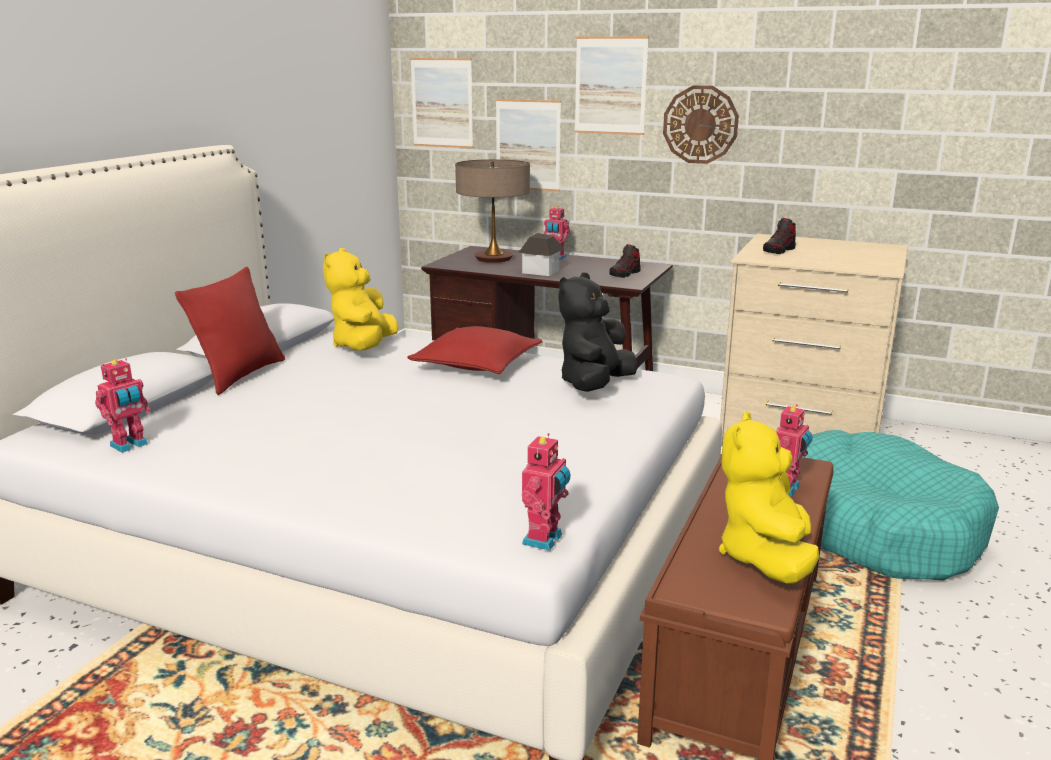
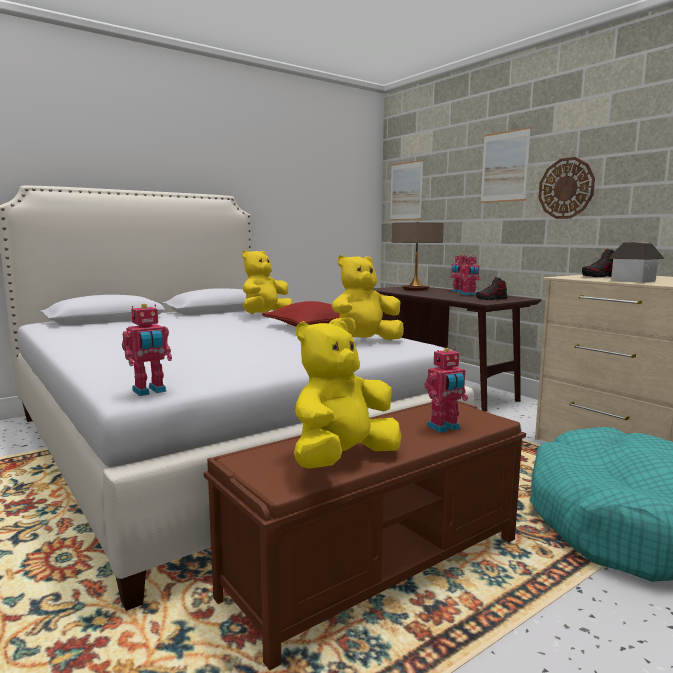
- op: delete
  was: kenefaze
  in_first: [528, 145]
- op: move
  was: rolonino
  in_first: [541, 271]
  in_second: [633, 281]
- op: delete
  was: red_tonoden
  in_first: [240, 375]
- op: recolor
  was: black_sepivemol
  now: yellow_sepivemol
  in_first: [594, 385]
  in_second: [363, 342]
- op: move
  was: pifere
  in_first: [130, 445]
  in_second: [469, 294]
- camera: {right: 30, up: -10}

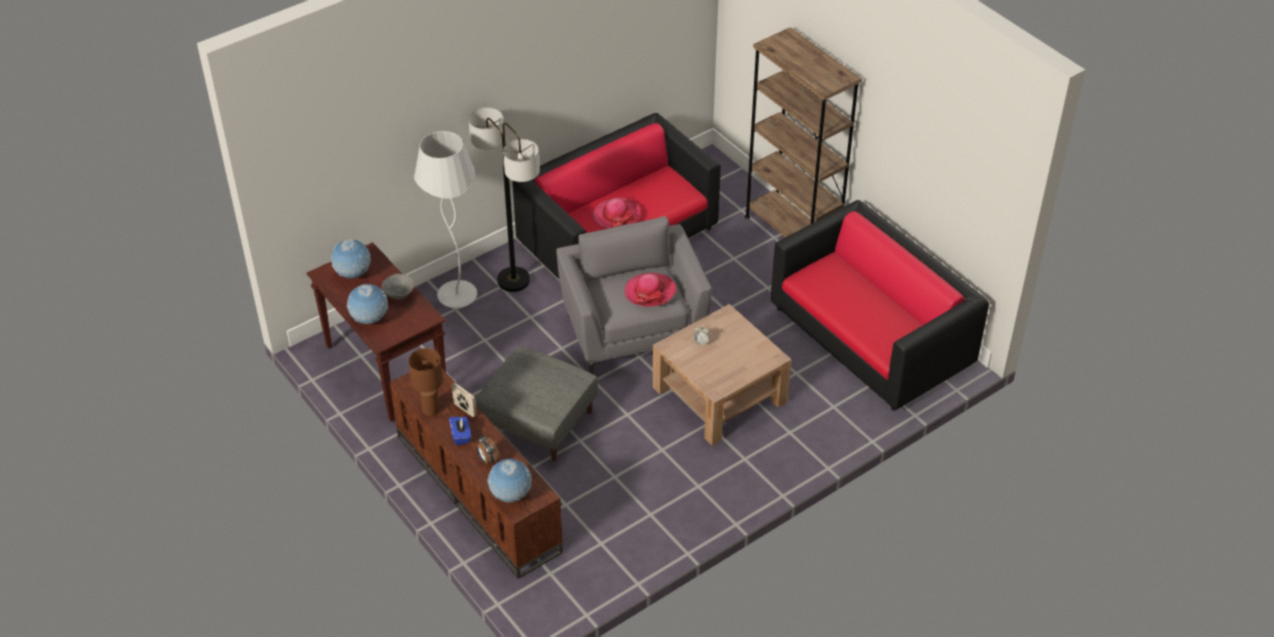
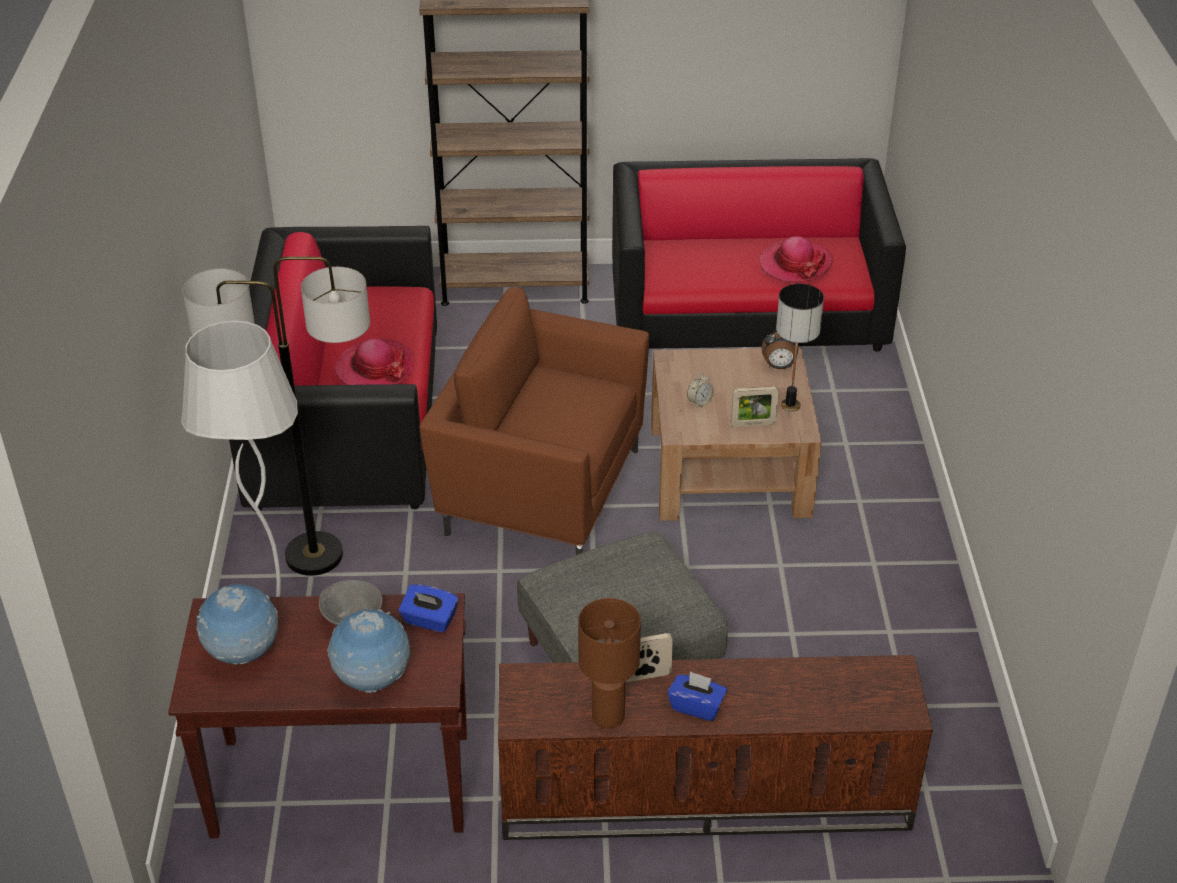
- op: recolor
  was: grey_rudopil
  now: brown_rudopil
  in_first: [633, 331]
  in_second: [540, 490]
- op: move
  was: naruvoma
  in_first: [650, 291]
  in_second: [795, 264]
- op: move
  was: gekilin
  in_first: [488, 460]
  in_second: [779, 367]
- op: delete
  was: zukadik
  in_first: [511, 495]
- op: insert
  now: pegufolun
  in_second: [790, 405]
- op: insert
  now: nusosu
  in_second: [753, 424]
- op: insert
  now: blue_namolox
  in_second: [429, 620]
- camera: {right: -55, up: -5}

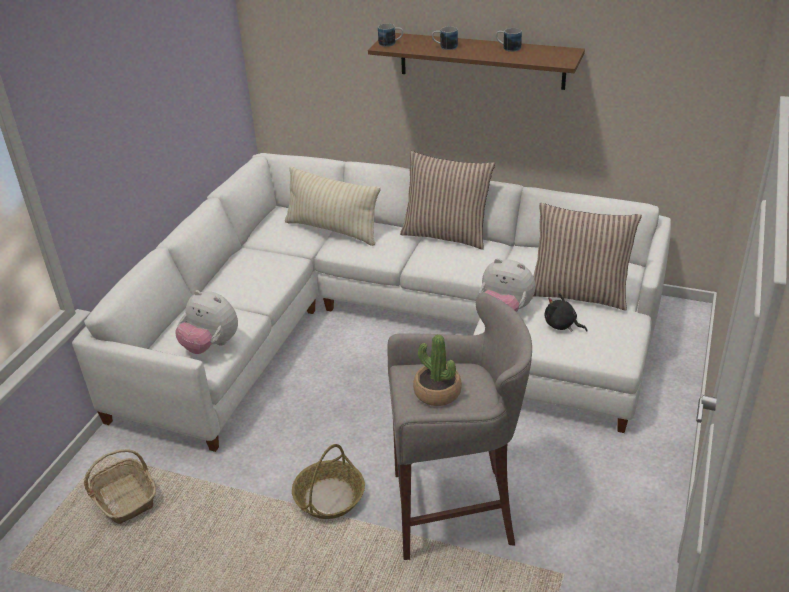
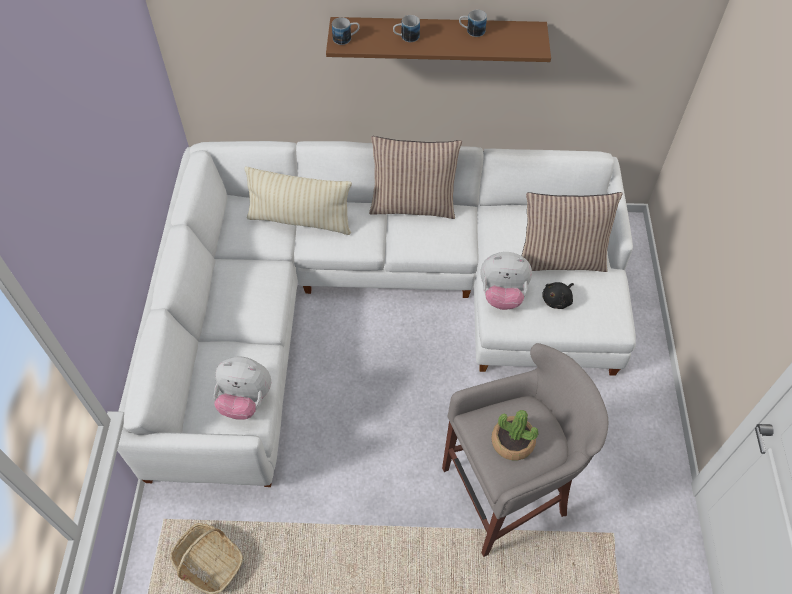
- op: rotate
  was: black_sepivemol
  in_first: [562, 325]
  in_second: [557, 300]
  clockwise: -60
- op: delete
  was: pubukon
  in_first: [329, 497]
- camera: {right: -20, up: 20}

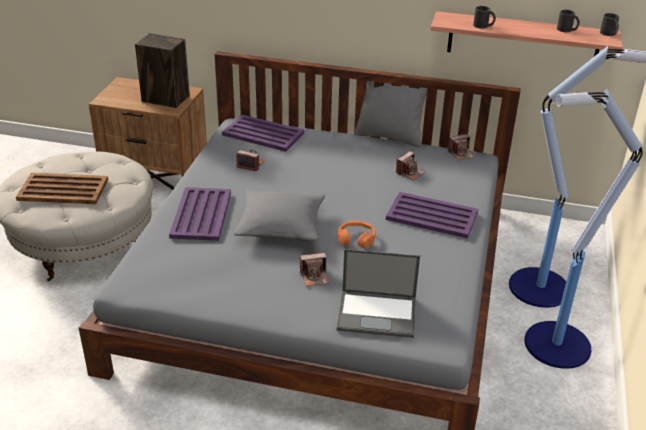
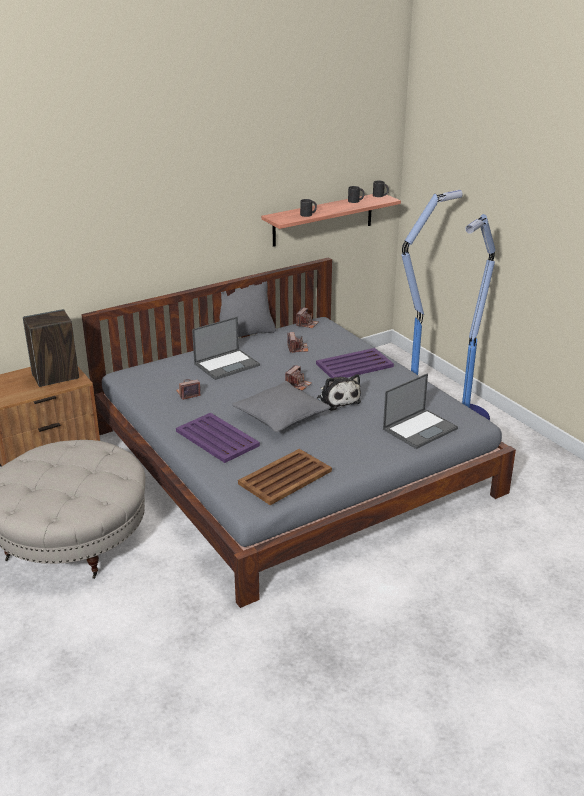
- op: delete
  was: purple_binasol
  in_first: [263, 134]
- op: move
  was: brown_binasol
  in_first: [64, 190]
  in_second: [286, 477]
- op: replace
  was: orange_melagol
  now: sepivemol
  in_first: [356, 239]
  in_second: [337, 399]
- op: move
  was: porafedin
  in_first: [314, 277]
  in_second: [298, 384]
- op: insert
  now: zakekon
  in_second: [227, 364]
- camera: {right: -45, up: -5}

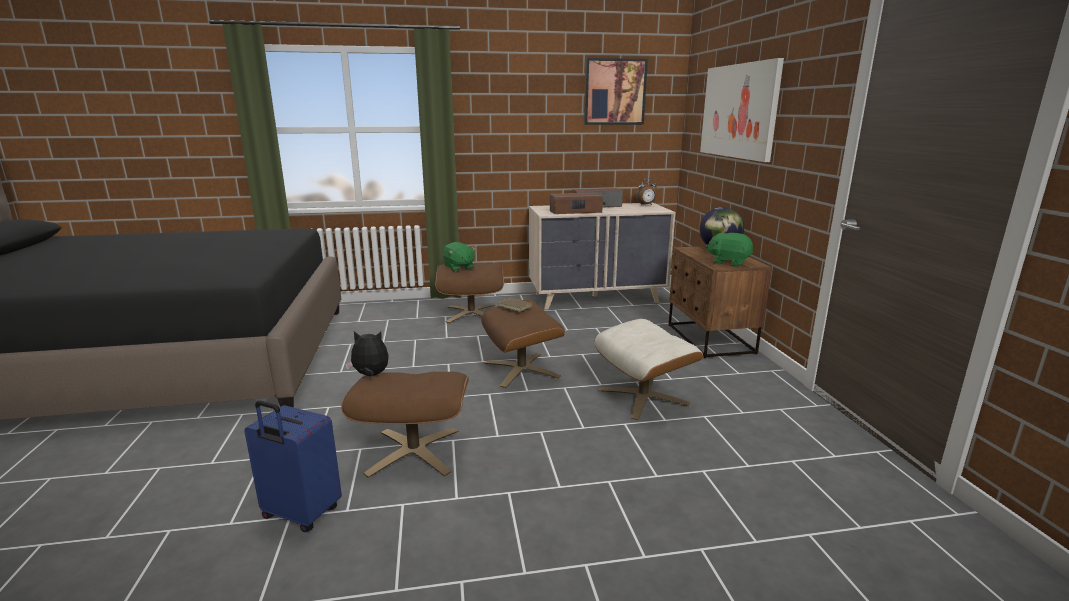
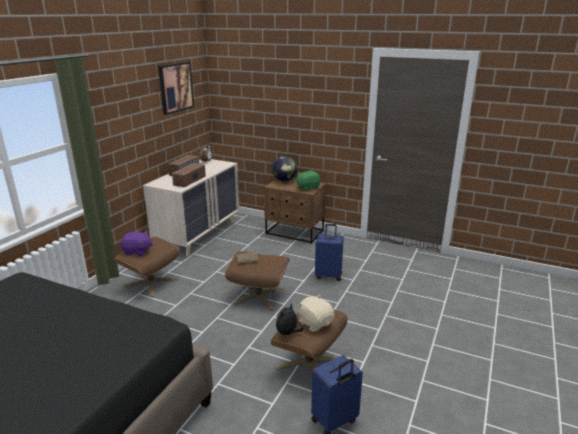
- op: delete
  was: kenefaze
  in_first: [739, 111]
- op: recolor
  was: green_sepivemol
  now: purple_sepivemol
  in_first: [458, 267]
  in_second: [137, 252]
- op: replace
  was: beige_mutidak
  now: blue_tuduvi
  in_first: [643, 397]
  in_second: [328, 275]
- op: insert
  now: beige_sepivemol
  in_second: [315, 323]
- camera: {right: -55, up: 5}

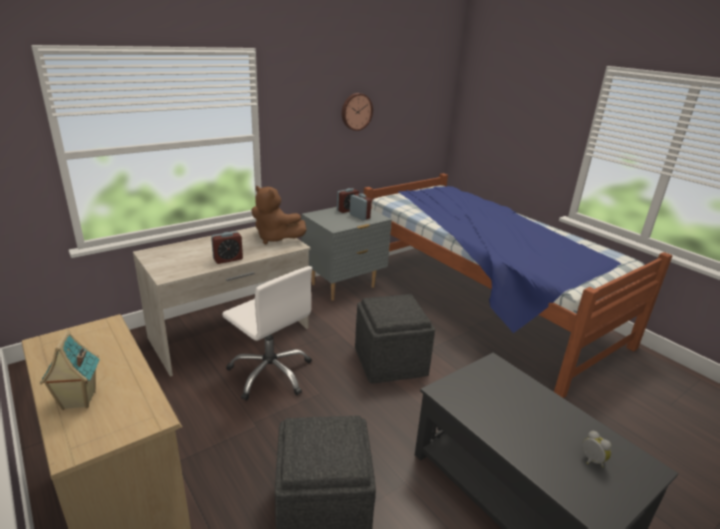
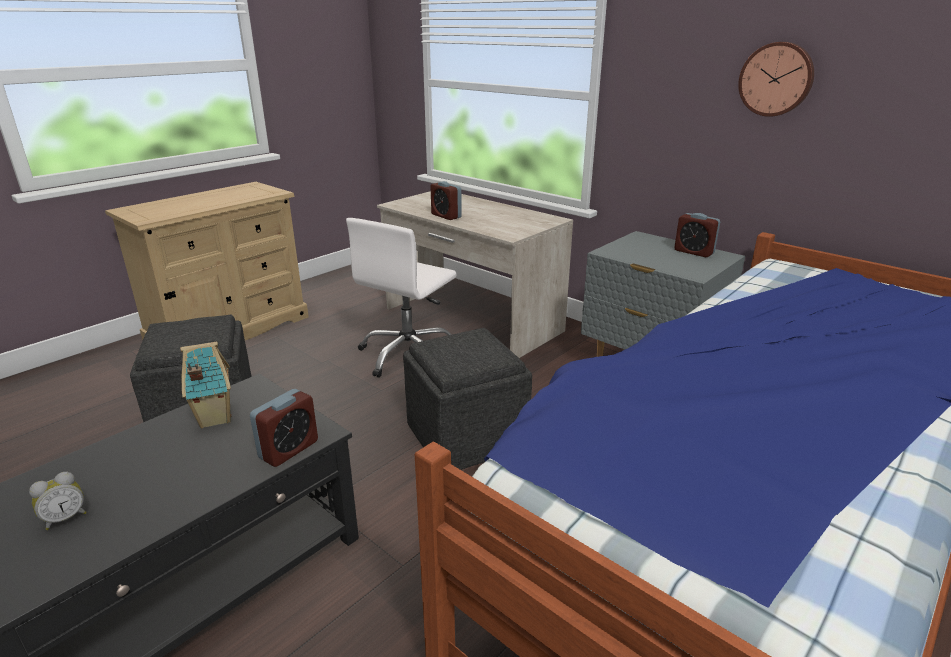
- op: delete
  was: brown_sepivemol
  in_first: [275, 238]
- op: move
  was: gekilin
  in_first: [359, 216]
  in_second: [289, 449]
- op: move
  was: rolonino
  in_first: [78, 401]
  in_second: [214, 418]
- camera: {right: 80, up: 0}

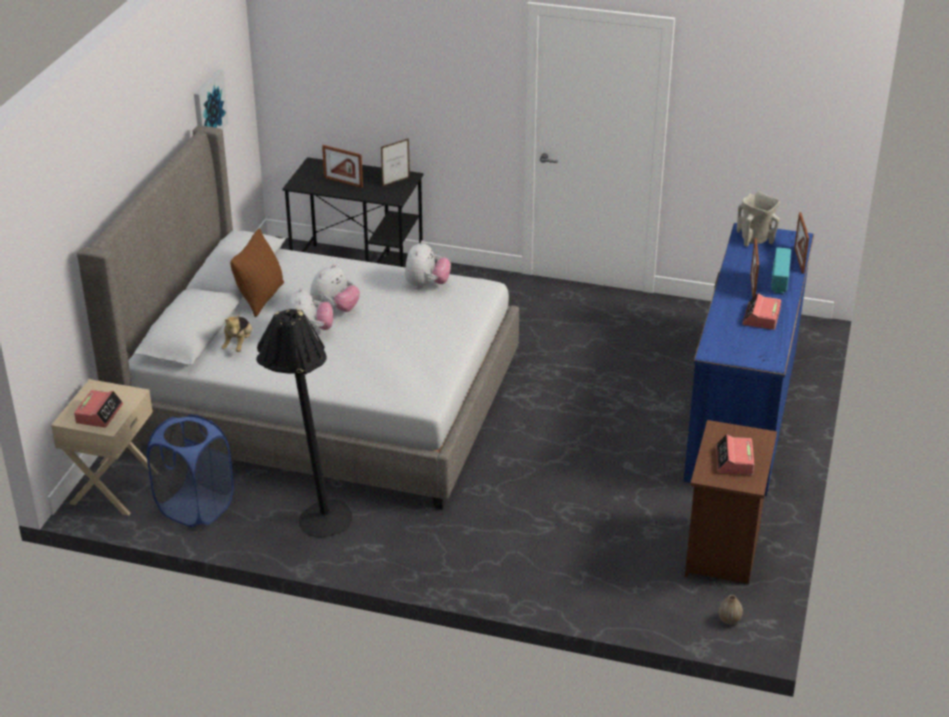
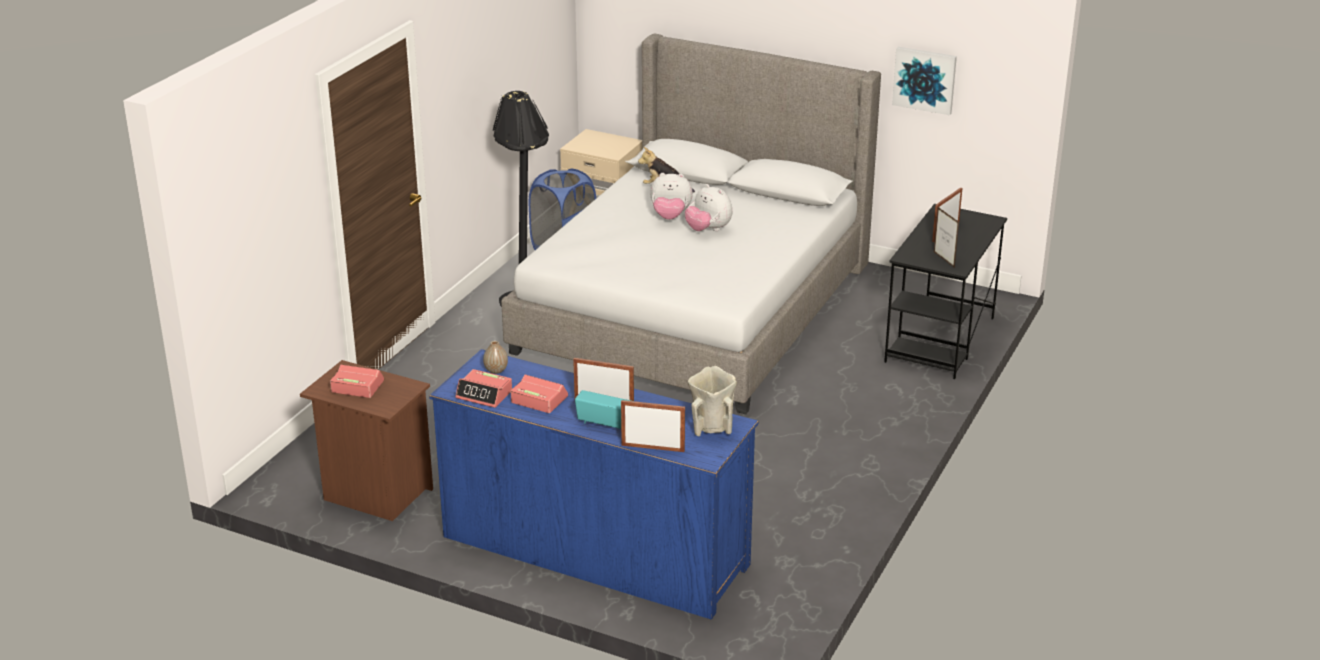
- op: delete
  was: brown_tonoden
  in_first: [261, 298]
- op: delete
  was: sepivemol
  in_first: [426, 285]
- op: move
  was: gekilin
  in_first: [99, 414]
  in_second: [484, 395]
- op: move
  was: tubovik
  in_first: [729, 620]
  in_second: [496, 370]
- camera: {right: 100, up: -5}

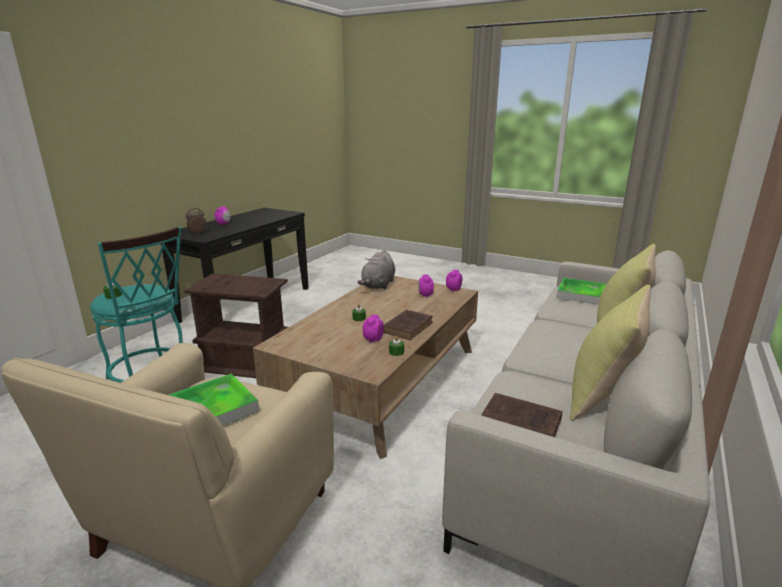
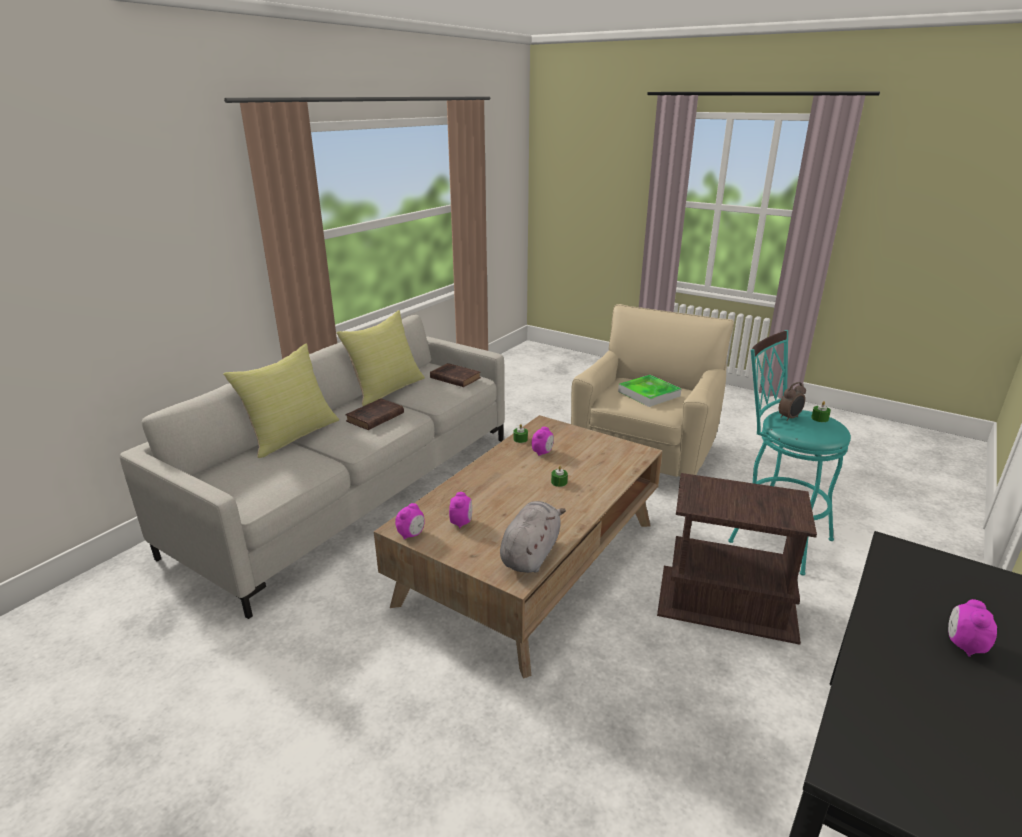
- op: move
  was: gekilin
  in_first: [197, 233]
  in_second: [789, 418]
- op: delete
  was: binasol
  in_first: [580, 294]
- op: move
  was: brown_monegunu
  in_first: [408, 327]
  in_second: [374, 418]
- camera: {right: -175, up: 5}

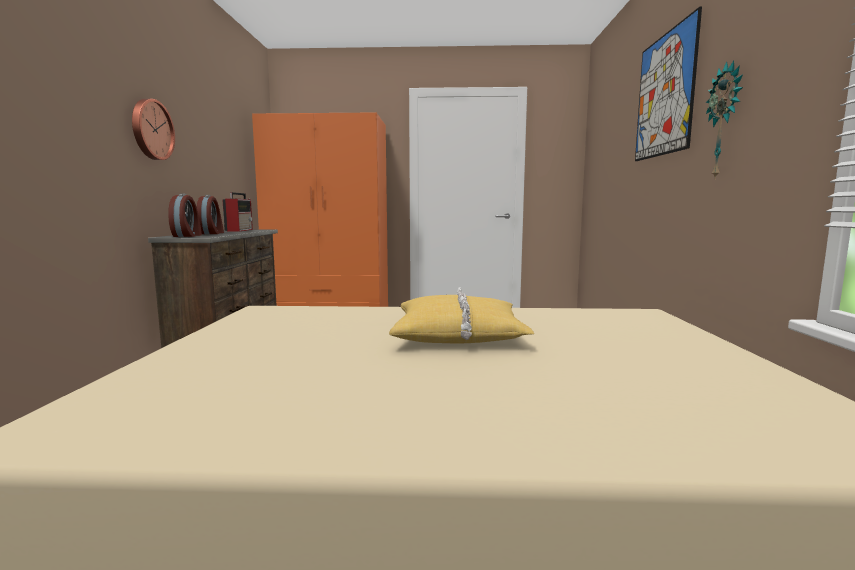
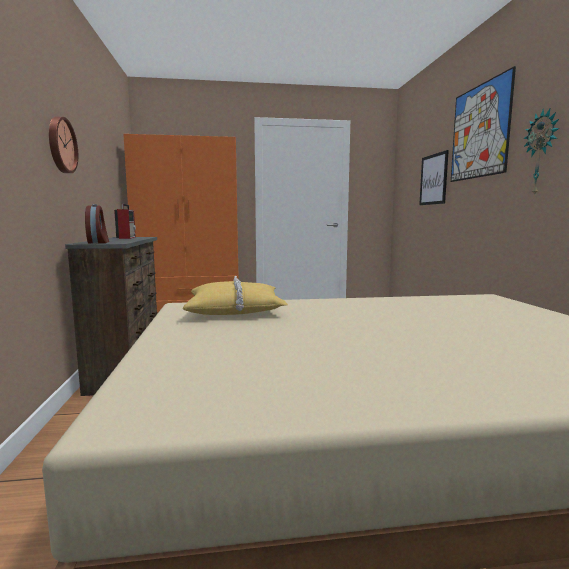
- op: delete
  was: gekilin
  in_first: [212, 233]
- op: move
  was: yellow_tonoden
  in_first: [458, 334]
  in_second: [235, 309]
- op: insert
  now: kenefaze
  in_second: [433, 179]
- camera: {right: -10, up: 0}

